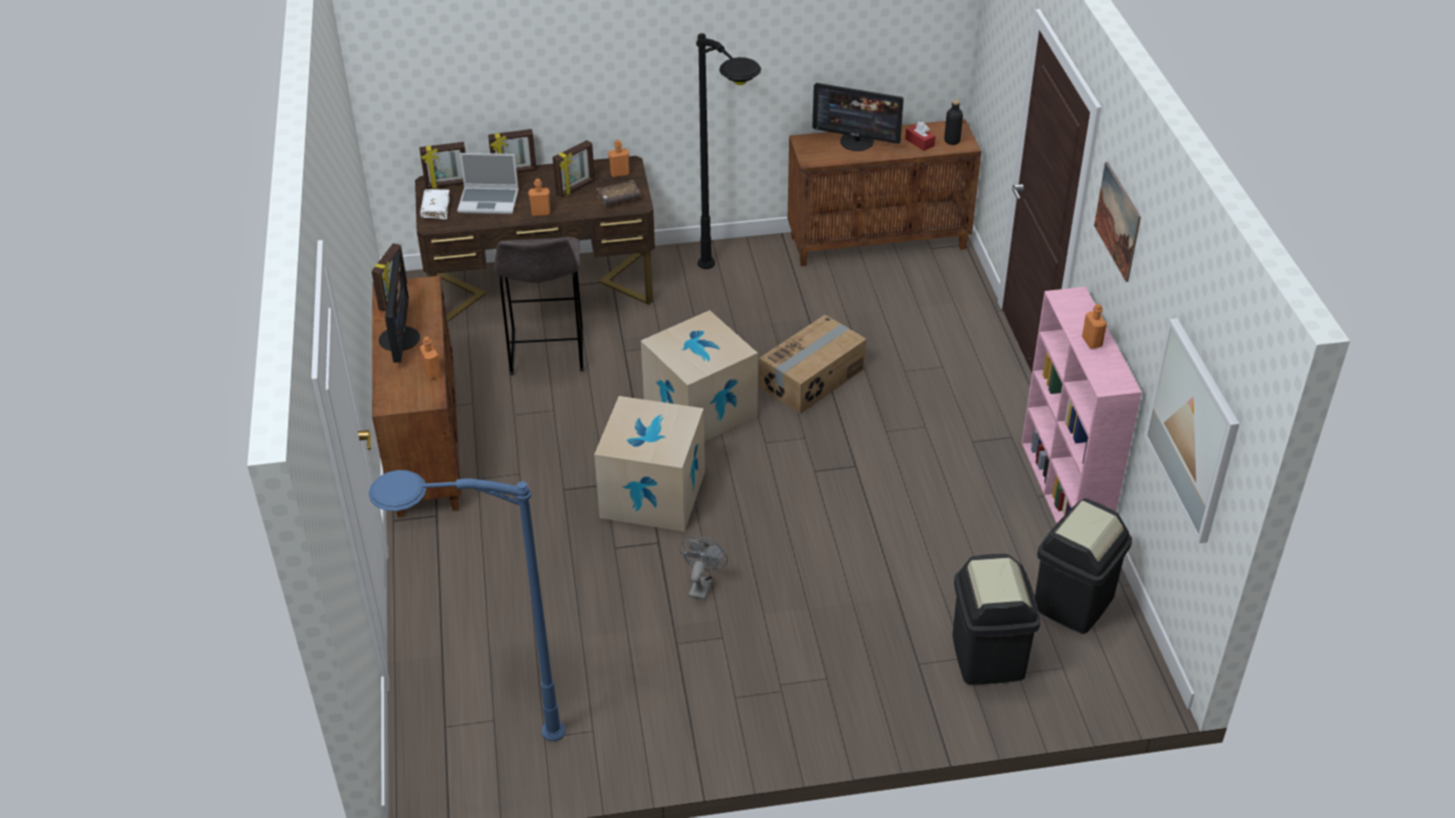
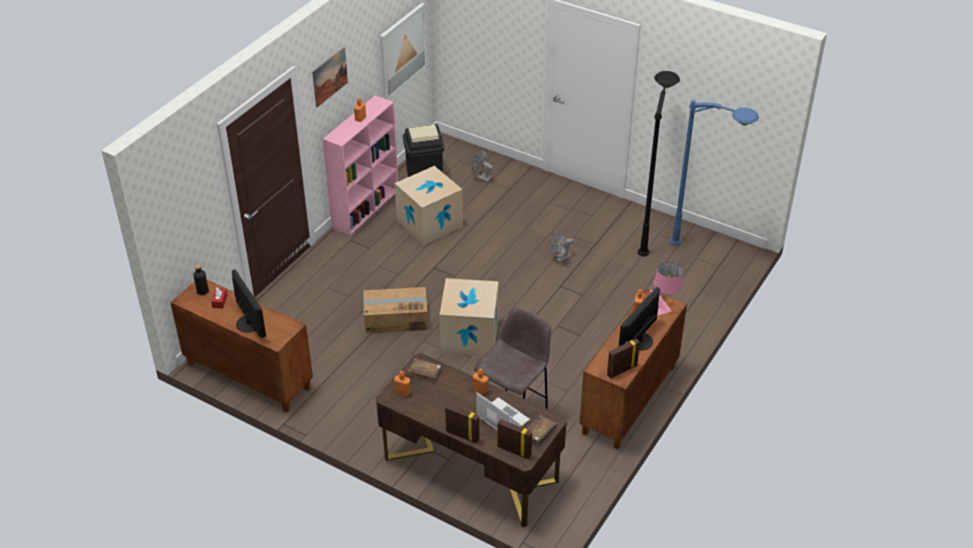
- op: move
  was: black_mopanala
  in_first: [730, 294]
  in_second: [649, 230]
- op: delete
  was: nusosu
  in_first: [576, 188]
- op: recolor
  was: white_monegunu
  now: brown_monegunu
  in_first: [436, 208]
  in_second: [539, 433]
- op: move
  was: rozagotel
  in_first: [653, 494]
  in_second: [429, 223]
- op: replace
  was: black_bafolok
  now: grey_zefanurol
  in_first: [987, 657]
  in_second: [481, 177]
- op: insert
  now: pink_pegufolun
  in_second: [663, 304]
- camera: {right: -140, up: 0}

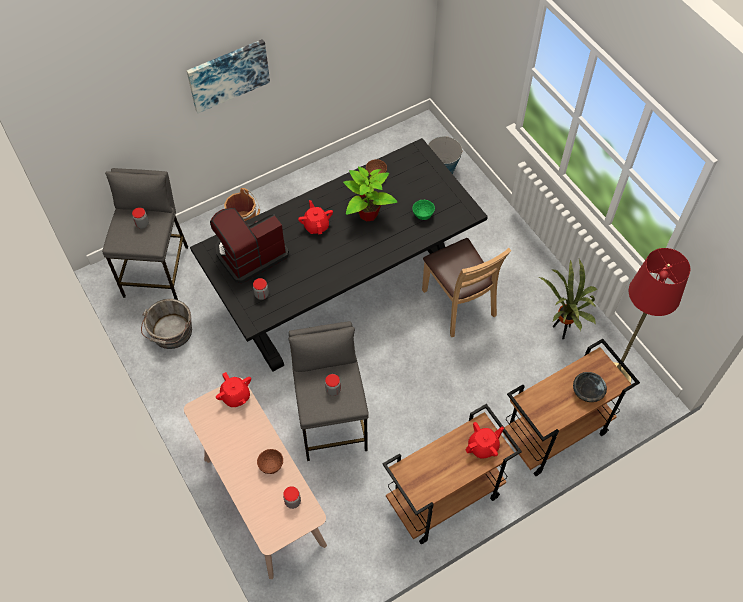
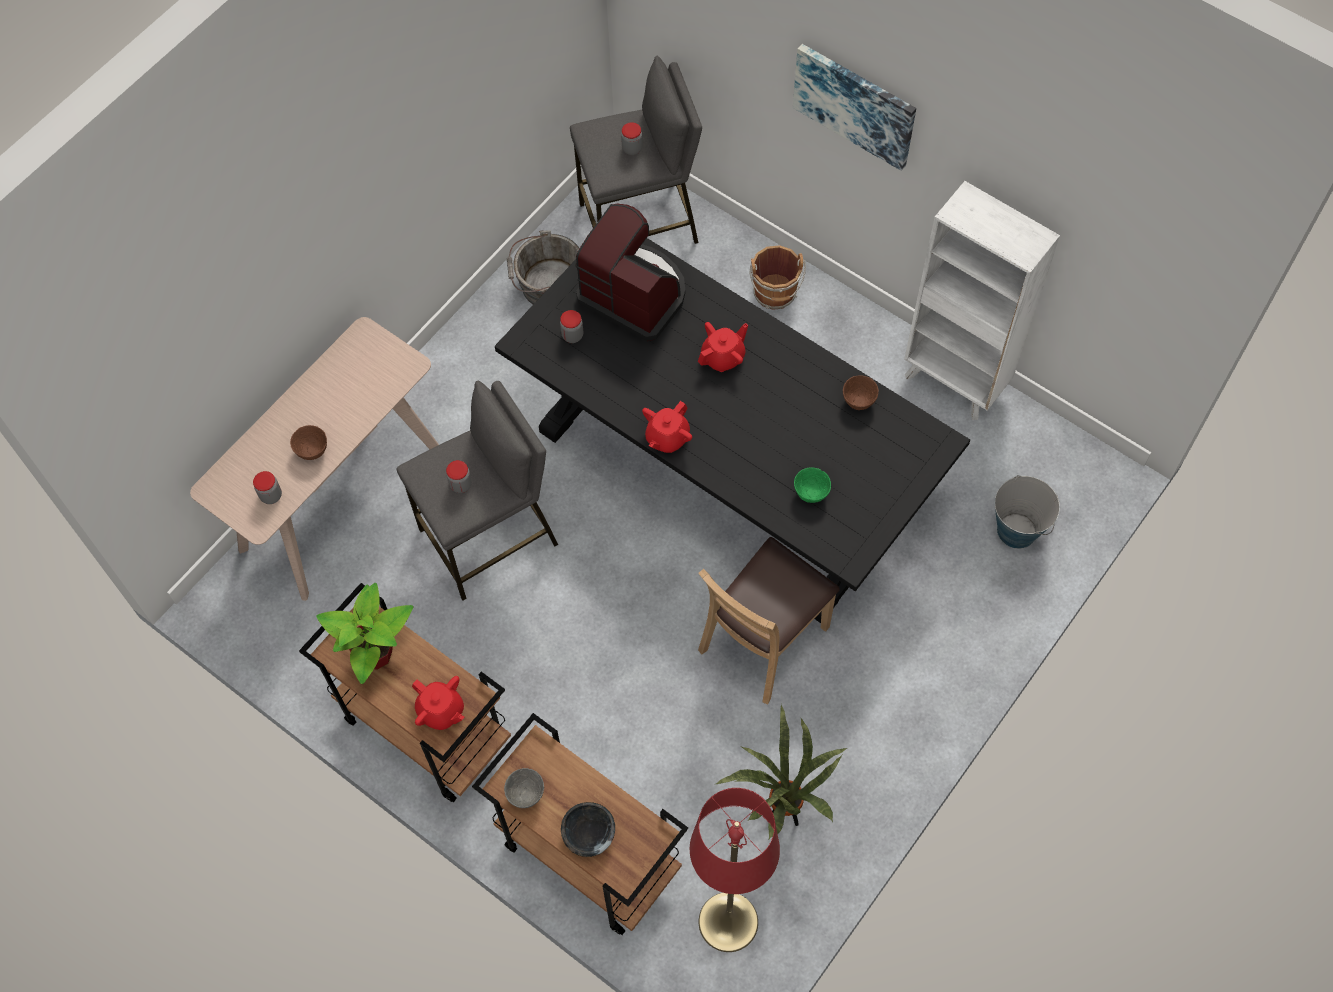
- op: move
  was: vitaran
  in_first: [367, 214]
  in_second: [375, 653]
- op: move
  was: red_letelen
  in_first: [235, 396]
  in_second: [667, 437]
- op: insert
  now: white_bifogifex
  in_second: [955, 382]
- op: insert
  now: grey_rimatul
  in_second: [525, 794]
- camera: {right: 70, up: 5}

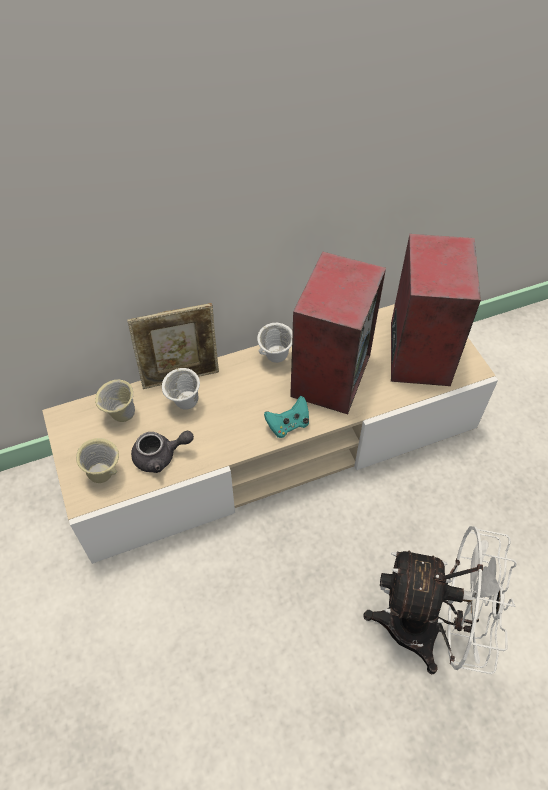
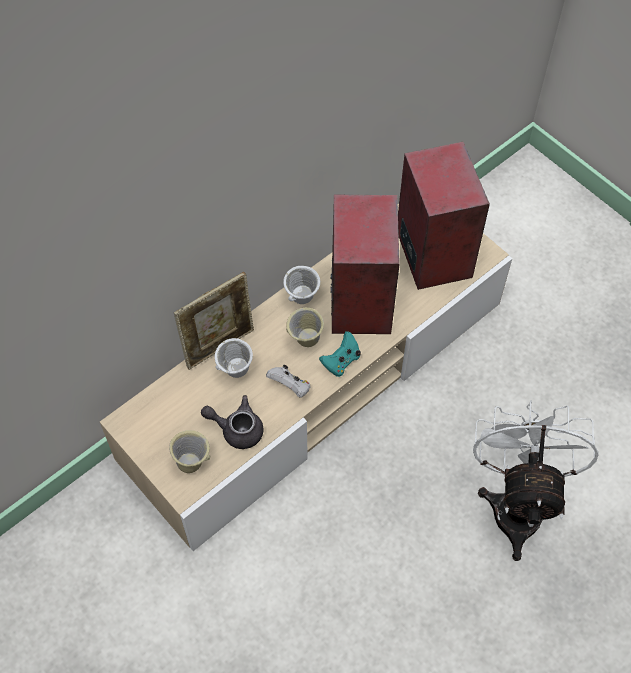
- op: move
  was: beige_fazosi
  in_first: [120, 416]
  in_second: [305, 341]
- op: rotate
  was: grey_letelen
  in_first: [160, 456]
  in_second: [237, 429]
  clockwise: -135
- op: rotate
  was: white_zefanurol
  in_first: [428, 629]
  in_second: [517, 503]
  clockwise: -75
- op: insert
  now: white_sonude
  in_second: [290, 387]
- camera: {right: -20, up: 5}

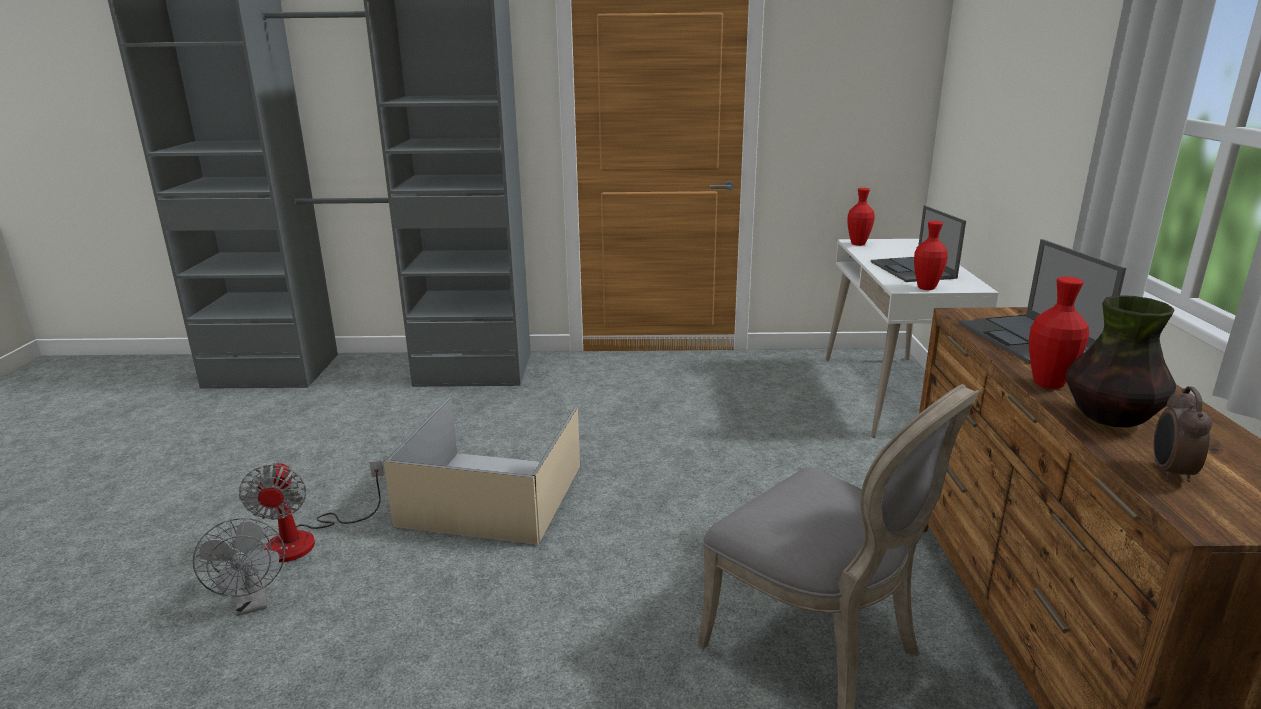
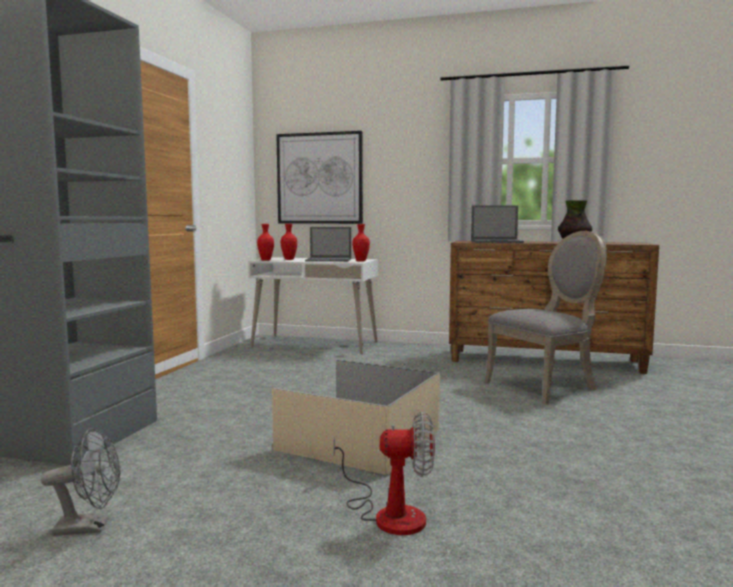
- op: move
  was: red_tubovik
  in_first: [1048, 384]
  in_second: [289, 259]
- op: delete
  was: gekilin
  in_first: [1169, 473]
- op: move
  was: grey_zefanurol
  in_first: [253, 603]
  in_second: [90, 527]
- op: insert
  now: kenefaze
  in_second: [319, 178]
- camera: {right: -75, up: -15}

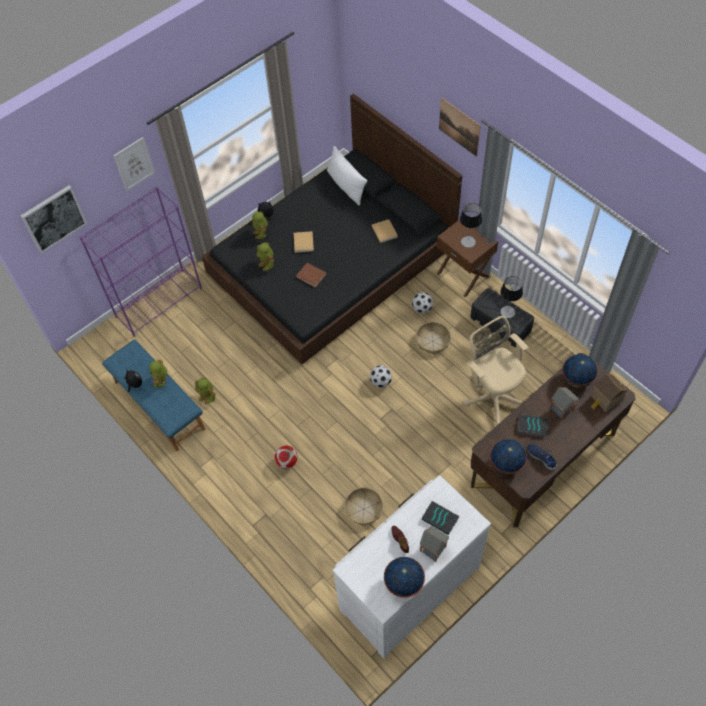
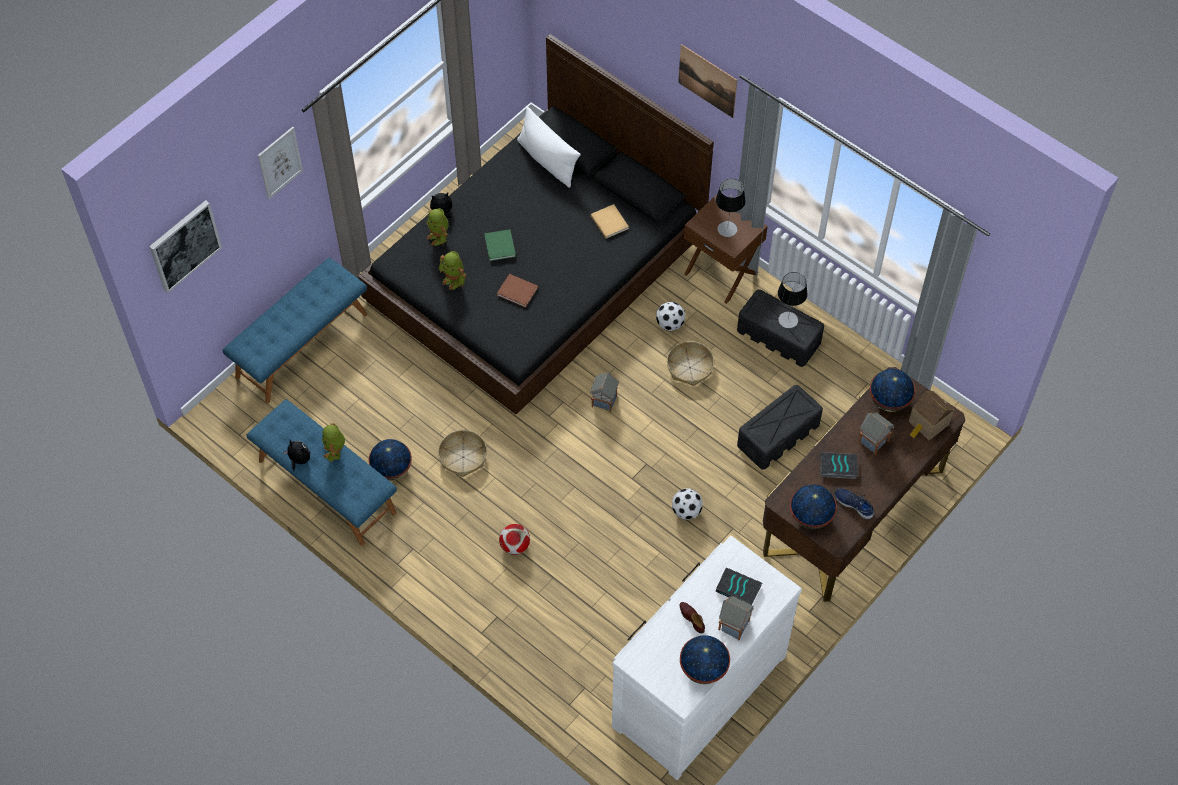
- op: replace
  was: purple_bifogifex
  now: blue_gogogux
  in_first: [159, 302]
  in_second: [301, 345]
- op: recolor
  was: beige_monegunu
  now: green_monegunu
  in_first: [303, 243]
  in_second: [500, 247]
- op: replace
  was: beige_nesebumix
  now: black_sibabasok
  in_first: [492, 396]
  in_second: [778, 435]
- op: move
  was: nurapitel
  in_first: [380, 382]
  in_second: [686, 511]
- op: replace
  was: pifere
  now: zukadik
  in_first: [207, 396]
  in_second: [392, 469]
- op: move
  was: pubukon
  in_first: [363, 509]
  in_second: [463, 457]
- op: insert
  now: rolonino
  in_second: [604, 400]
- camera: {right: -10, up: 0}

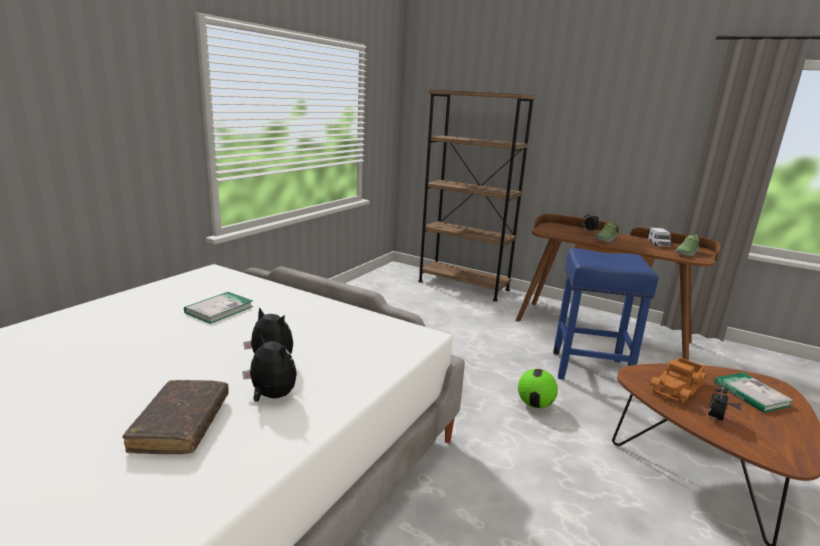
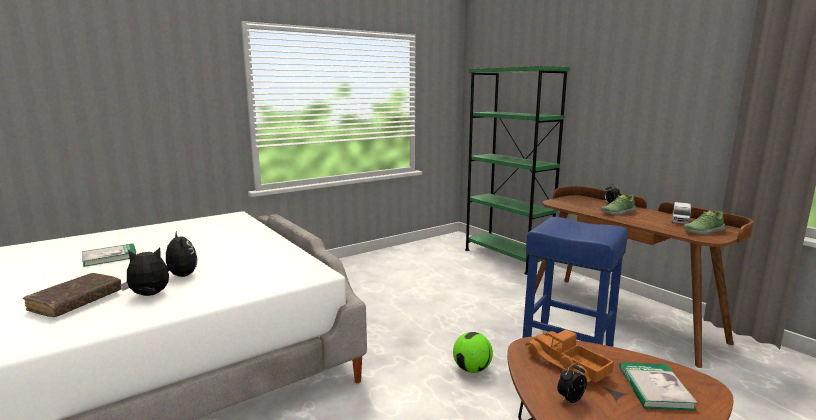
- op: recolor
  was: brown_bifogifex
  now: green_bifogifex
  in_first: [463, 285]
  in_second: [506, 257]
- op: move
  was: monegunu
  in_first: [219, 309]
  in_second: [110, 257]
- op: rotate
  was: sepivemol
  in_first: [271, 396]
  in_second: [149, 295]
  clockwise: -75
- op: rotate
  was: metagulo
  in_first: [678, 388]
  in_second: [566, 365]
  clockwise: 75
- camera: {right: 25, up: -5}

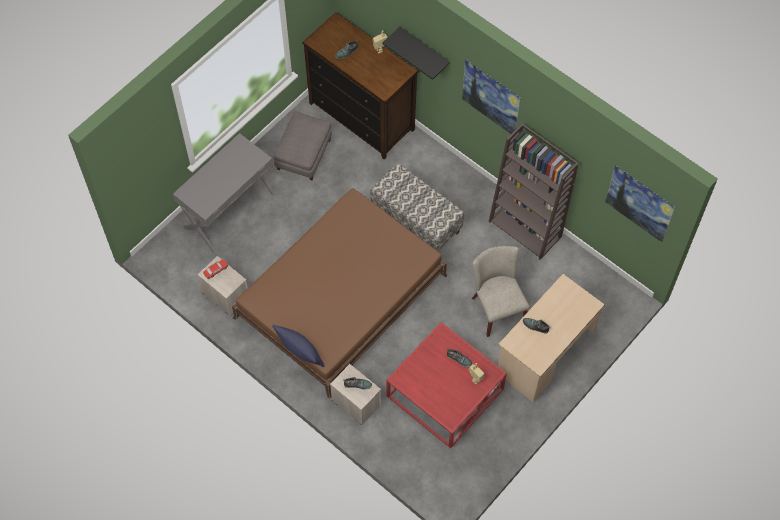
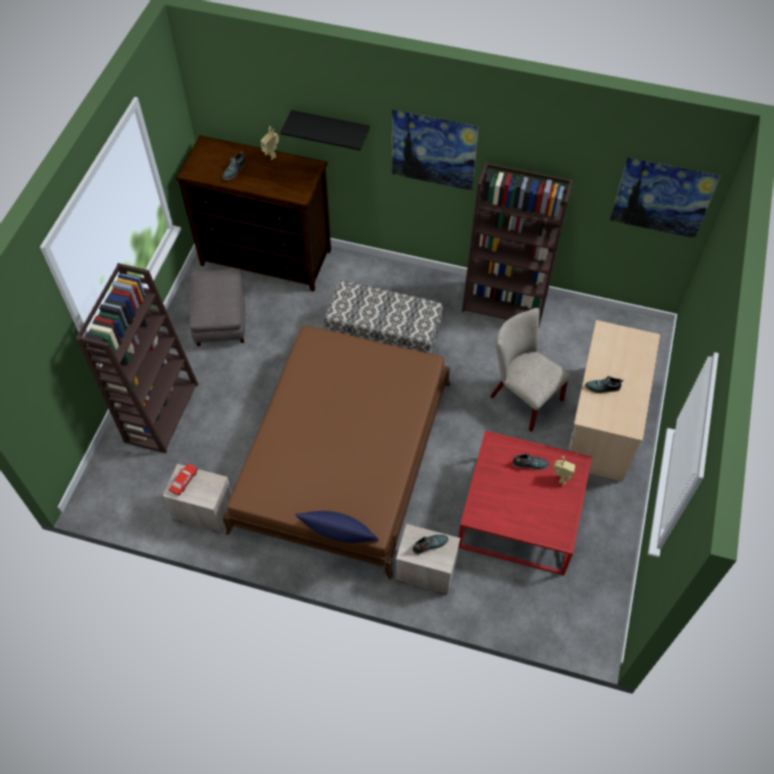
- op: replace
  was: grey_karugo
  now: brown_bifogifex
  in_first: [229, 210]
  in_second: [161, 411]
- camera: {right: -25, up: -5}

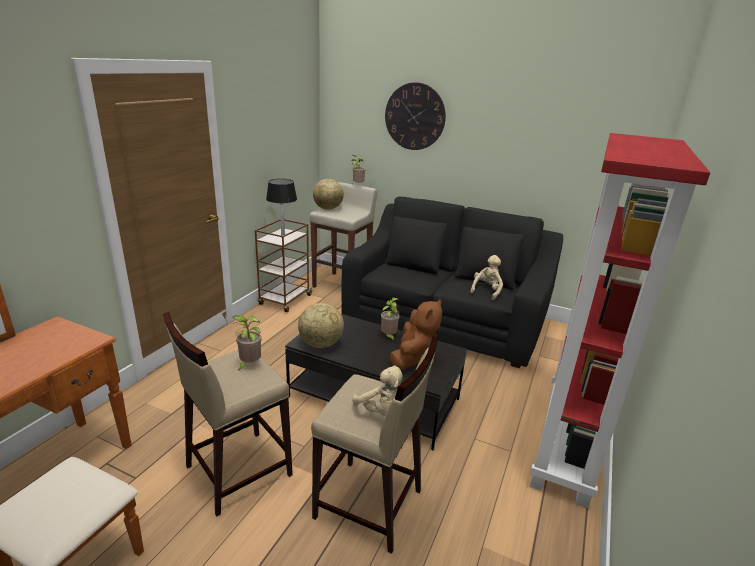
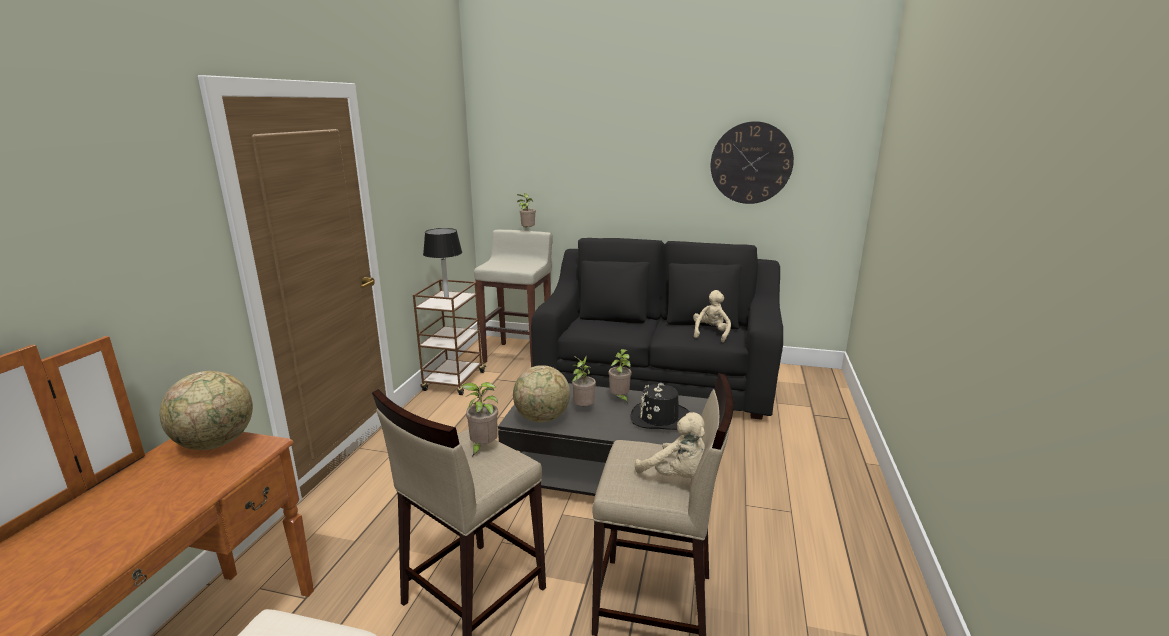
- op: move
  was: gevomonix
  in_first: [414, 116]
  in_second: [751, 163]
- op: delete
  was: red_bifogifex
  in_first: [567, 444]
- op: move
  was: zukadik
  in_first: [328, 209]
  in_second: [216, 443]
- op: replace
  was: brown_sepivemol
  now: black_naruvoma
  in_first: [413, 358]
  in_second: [660, 418]
- op: insert
  now: vitaran
  in_second: [583, 408]
- camera: {right: -10, up: -5}

